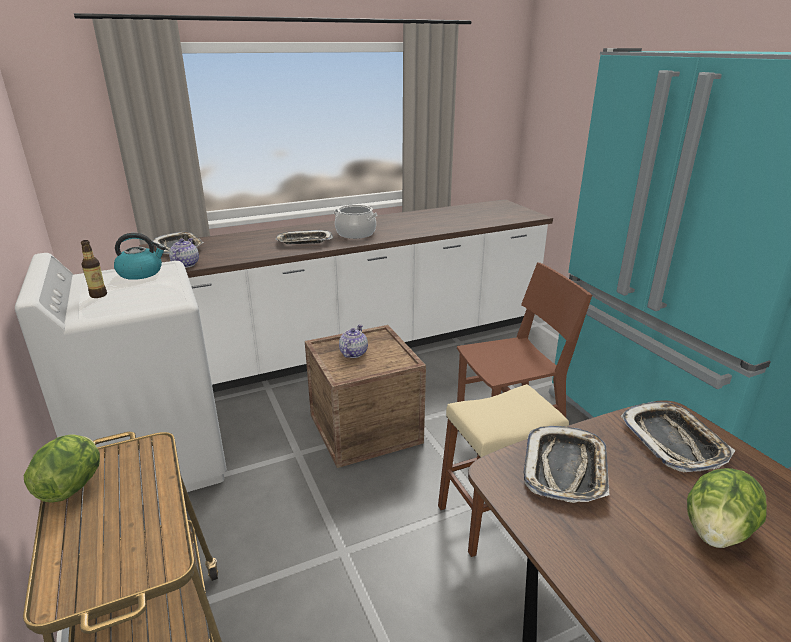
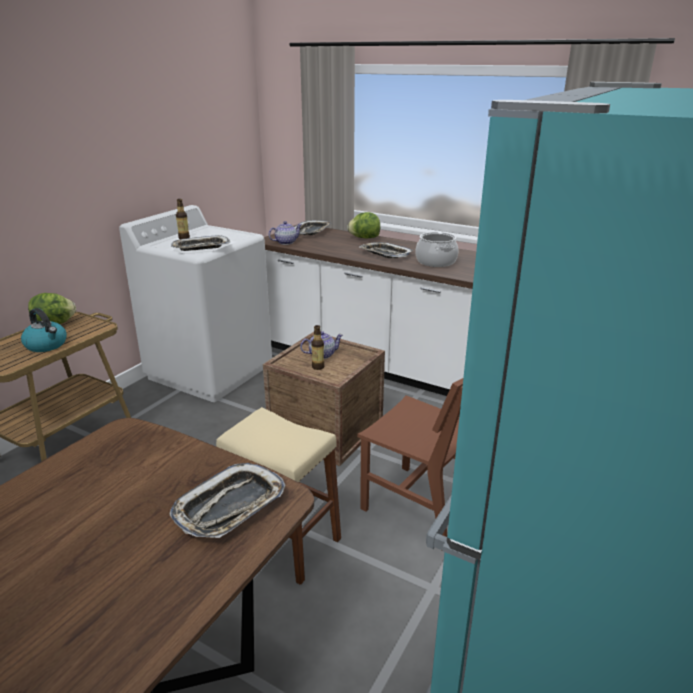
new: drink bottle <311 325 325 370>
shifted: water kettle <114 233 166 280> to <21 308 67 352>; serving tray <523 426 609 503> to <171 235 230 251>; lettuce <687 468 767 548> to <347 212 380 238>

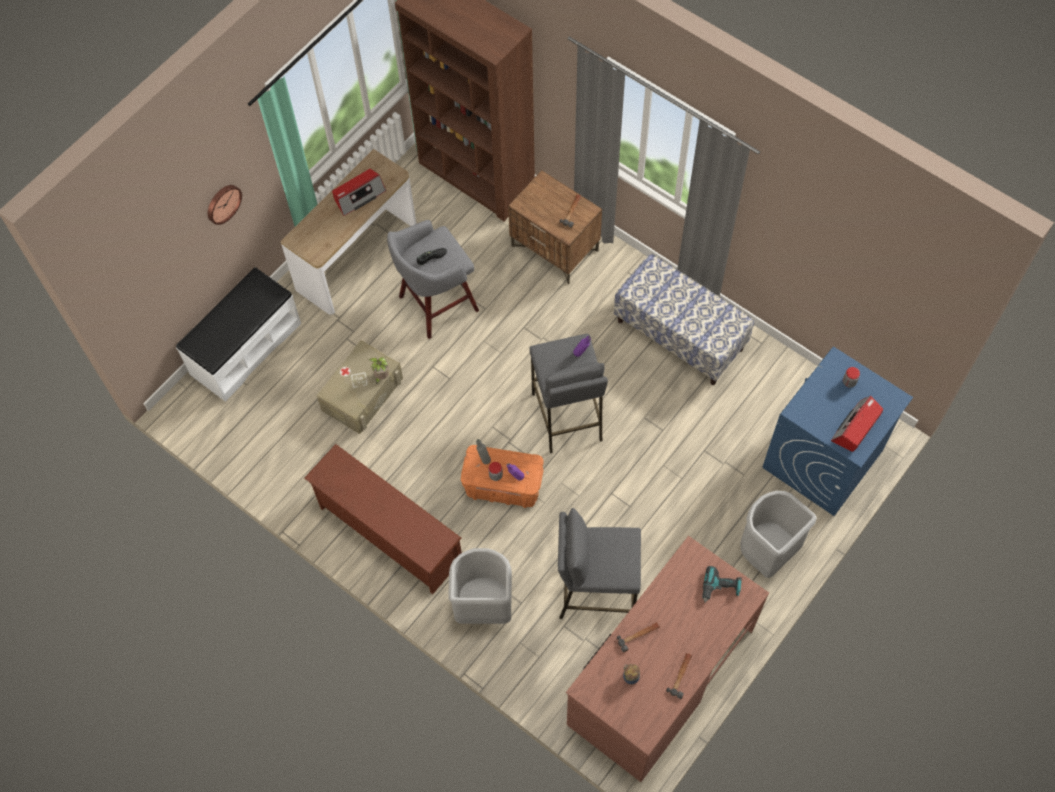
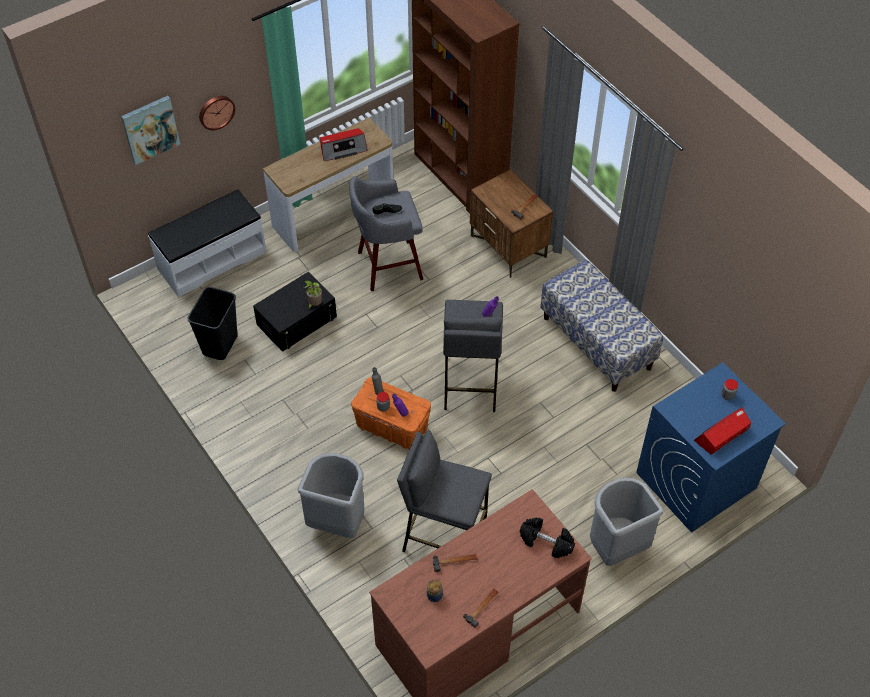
gone: shoe stand/brown-coloured <304 444 462 595>
new: wall art <121 96 180 165>; rubbish bin/blackish <188 287 238 360>
swapped: electric drill <702 566 742 603> to free weight/blackish <520 518 575 558>
repainted: storage container/beige-coloured <317 340 403 434> to storage container/blackish <253 272 337 352>

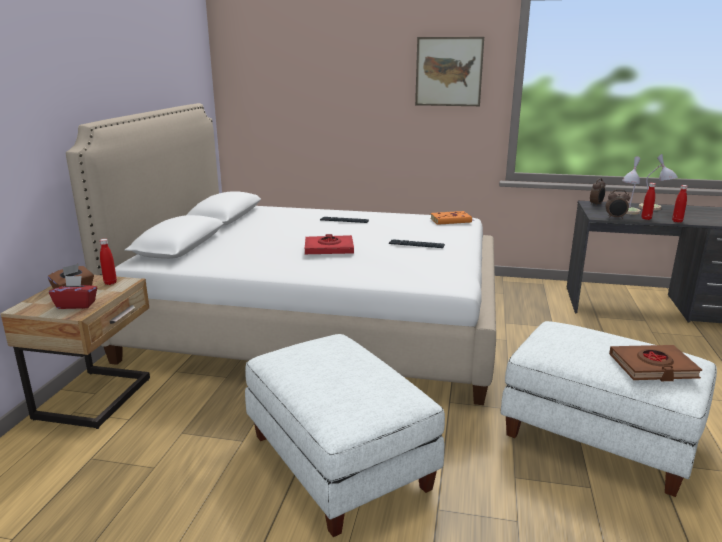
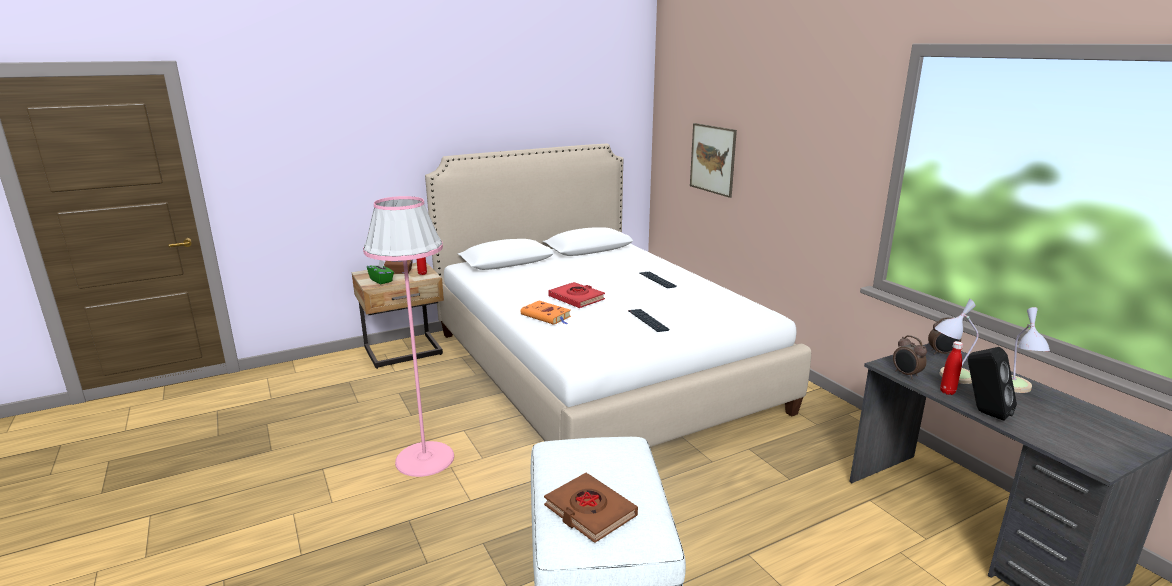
shifted: wall art <415 37 484 106> to <690 123 737 198>; volume/orange-coloured <430 211 472 225> to <521 301 571 325>
swapped: ottoman/white <245 334 445 537> to standing lamp/pink-coloured <363 196 454 477>; drink bottle/red-coloured <672 185 688 223> to loudspeaker/blackish <968 347 1017 421>
repainted: tissue holder/red-coloured <49 276 97 309> to tissue holder/green-coloured <367 260 394 284>

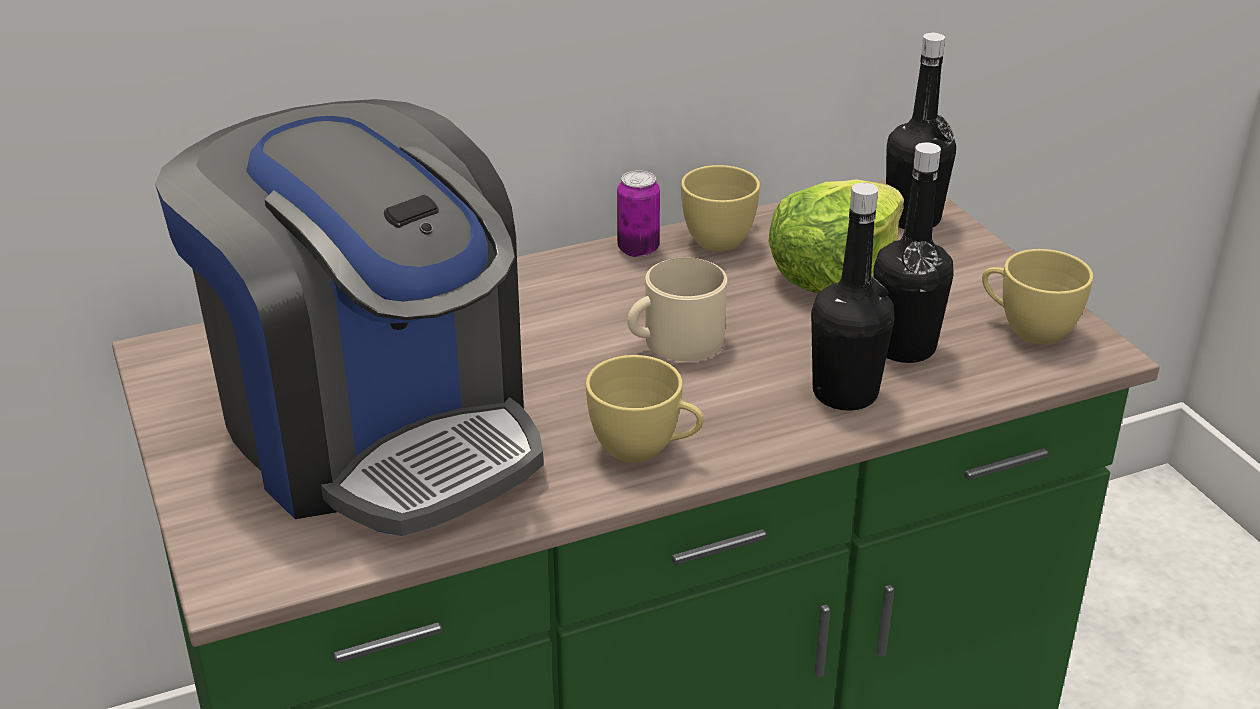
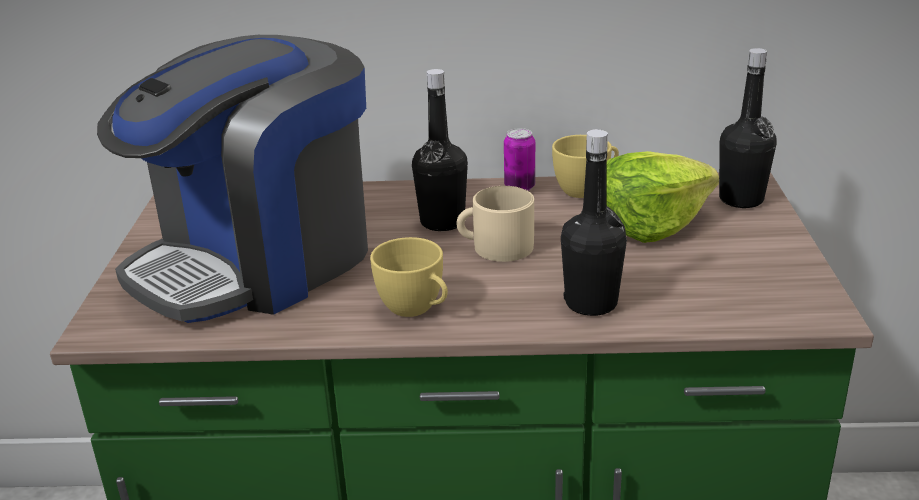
gone: cup/yellow <982 249 1093 344>
shifted: drink bottle/blackish <874 142 954 363> to <412 69 468 231>
rotated: coffee machine <155 99 544 536> = <97 35 368 323> 60 degrees clockwise

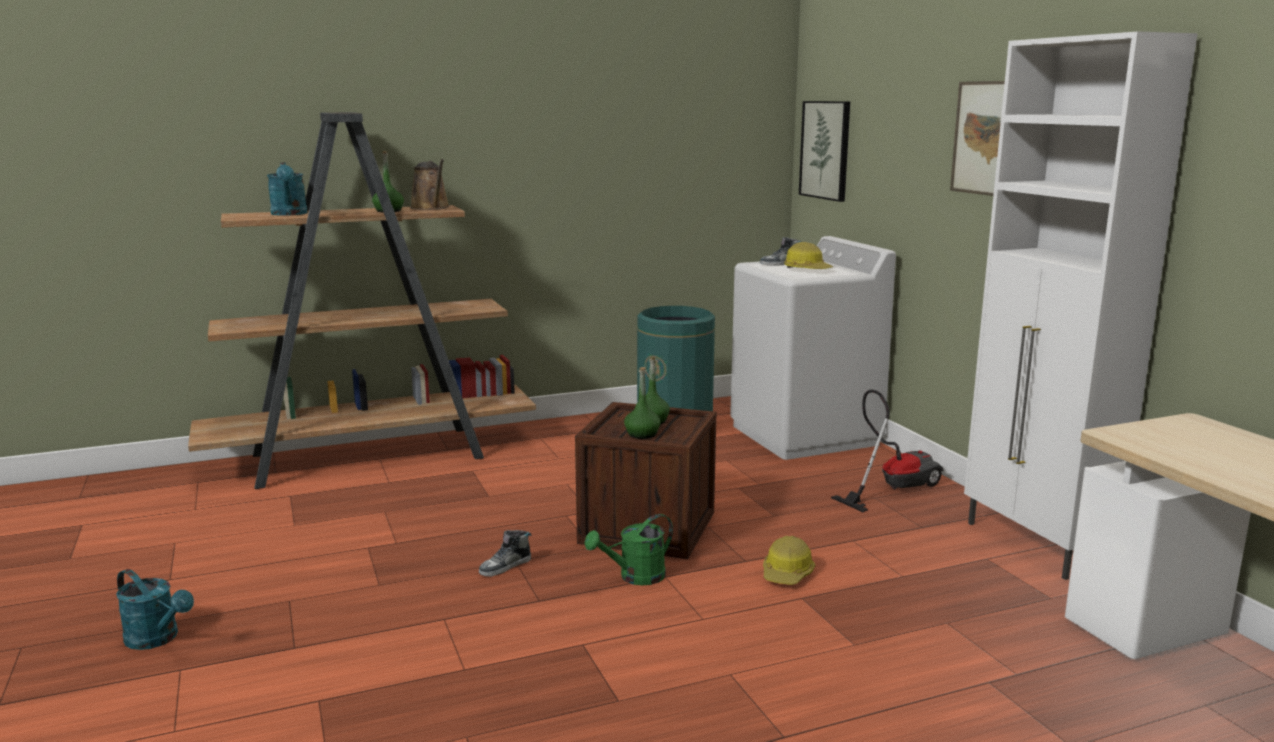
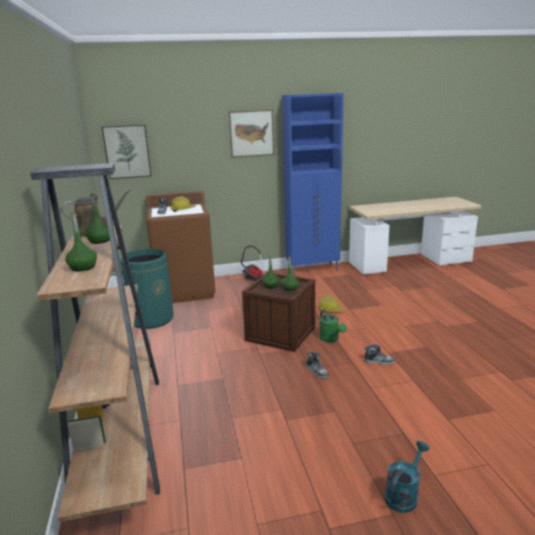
new: shoe <364 344 395 365>
swapped: sprinkling can/turquoise <267 162 308 216> to drink bottle/green-coloured <65 212 97 271>
repainted: laundry appliance/white <730 236 896 460> to laundry appliance/brown-coloured <146 191 216 303>; cabinet/white <964 31 1198 580> to cabinet/blue <282 93 344 276>

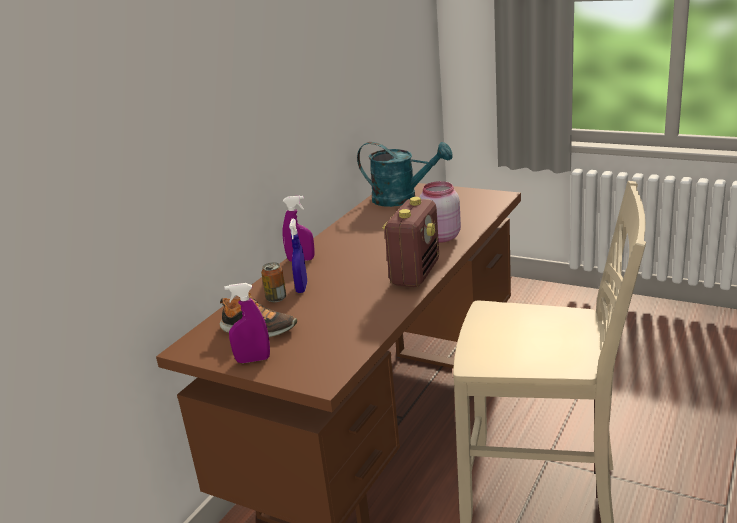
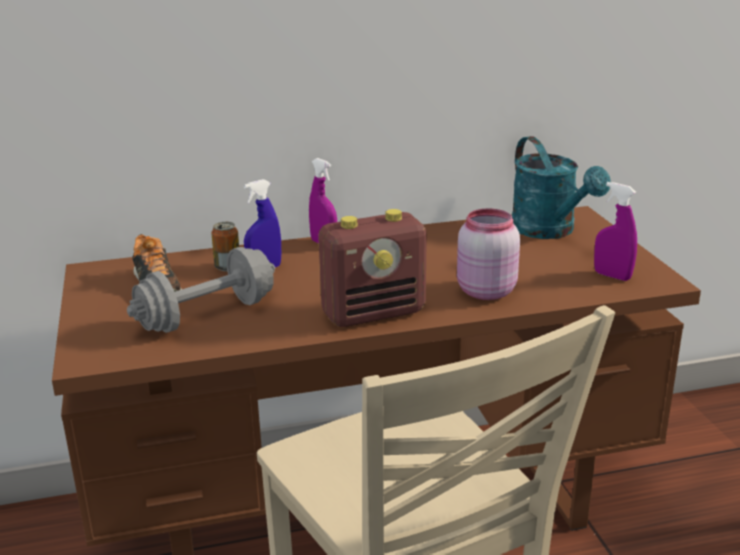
new: free weight/greyish <127 247 275 333>
shifted: hand sprayer/purple <224 283 270 363> to <594 182 637 281>

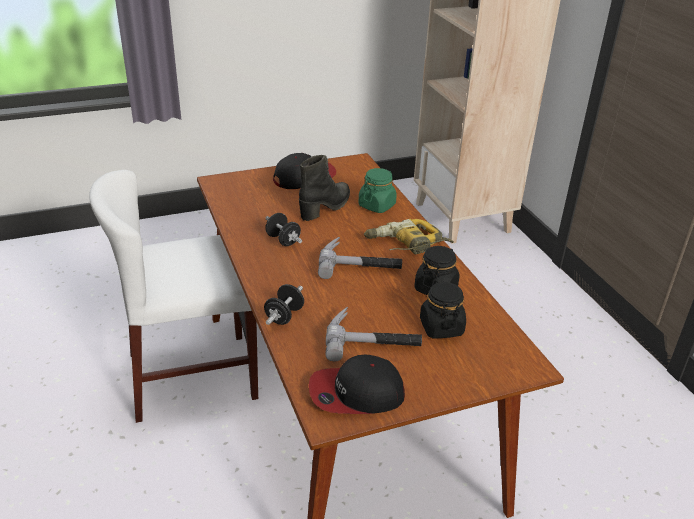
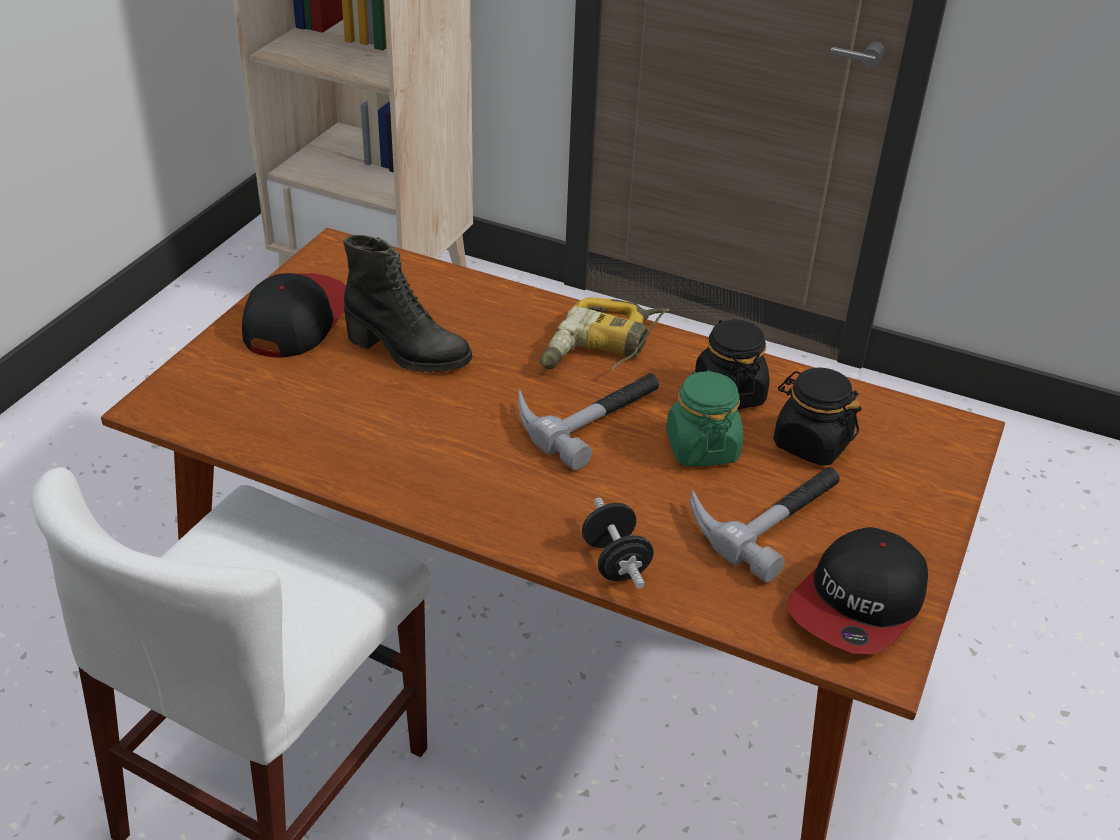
gone: free weight/blackish <265 213 302 246>
shifted: jar/green-coloured <358 168 397 213> to <666 370 743 467>
rotated: tall boot/blackish <299 155 350 221> = <343 235 472 372> 120 degrees clockwise

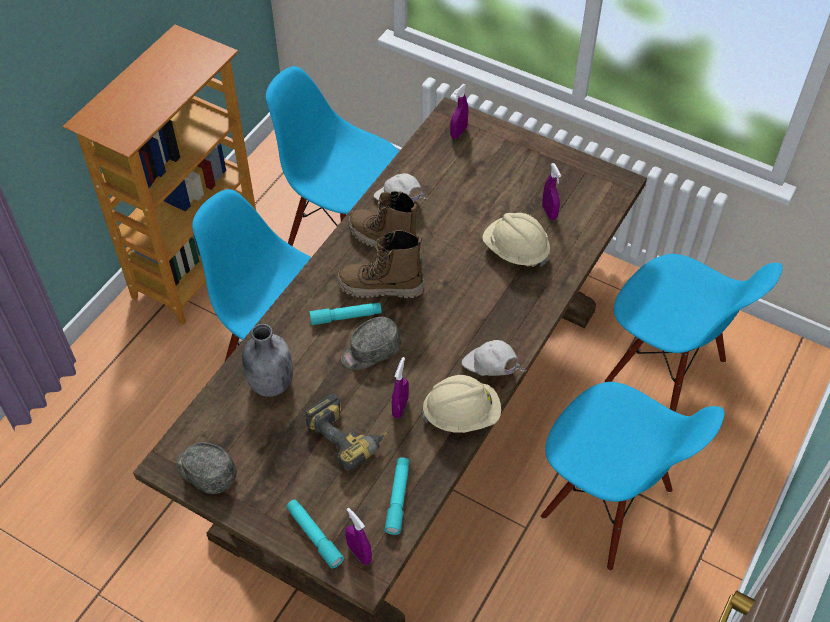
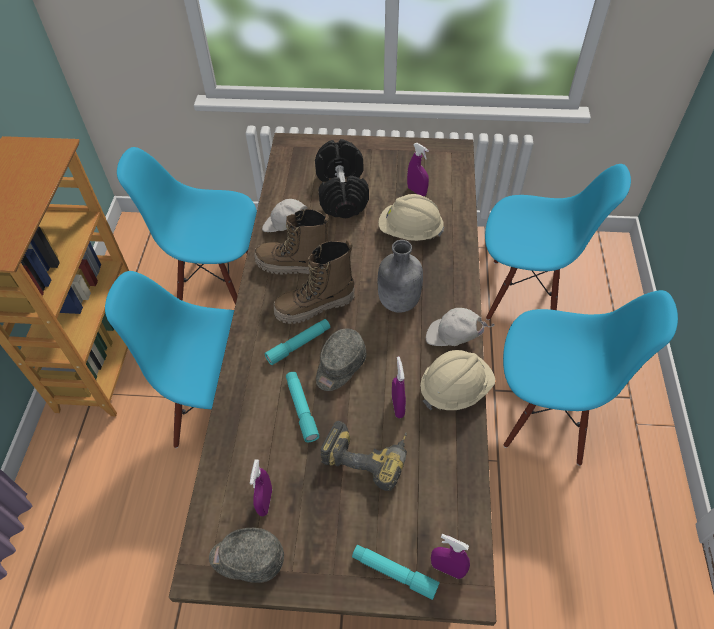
new: free weight/blackish <315 139 369 218>
shifted: drink bottle/greyish <242 324 293 397> to <378 240 423 313>; flashlight/turquoise <385 457 409 535> to <286 372 320 442>; hand sprayer/purple <450 84 469 139> to <250 459 272 516>

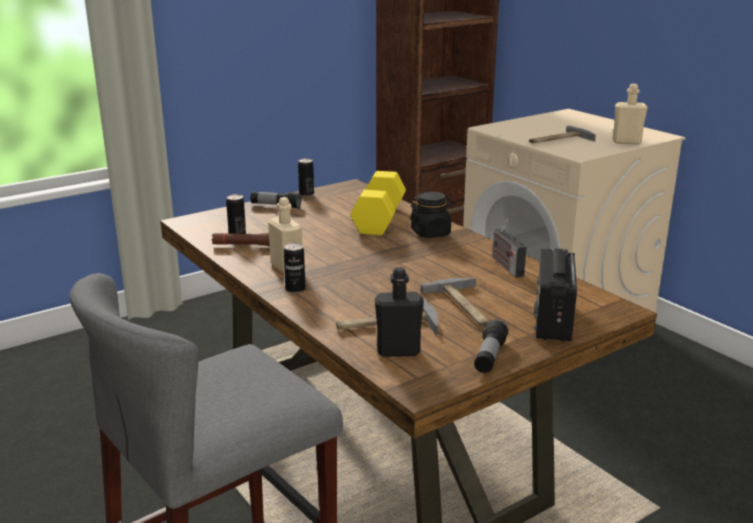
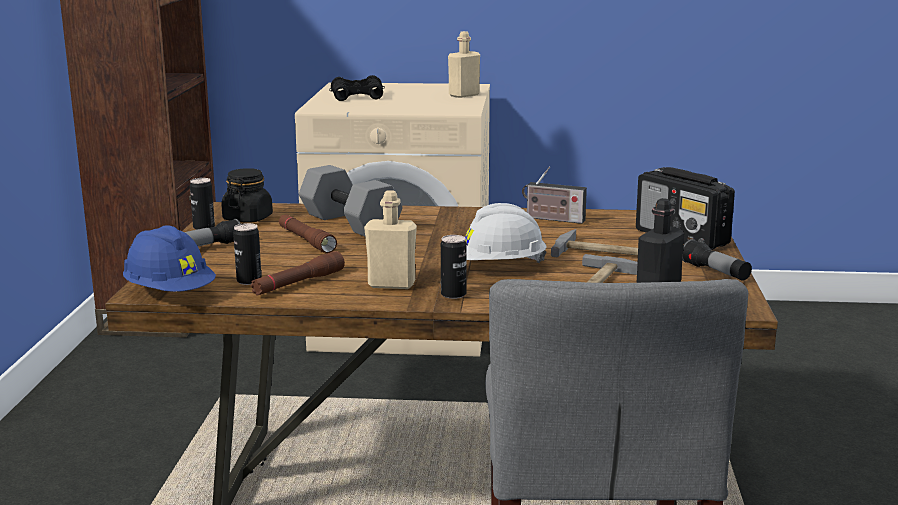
gone: tool hammer <529 125 596 144>
new: safety helmet/blue <123 225 216 292>; flashlight/brown-coloured <279 215 337 253>; binoculars/blackish <329 75 385 101>; safety helmet/white <465 203 547 263>
shifted: jar/blackish <410 192 454 238> to <221 168 273 223>
repainted: free weight/yellow <350 171 406 235> to free weight/greyish <299 165 402 237>

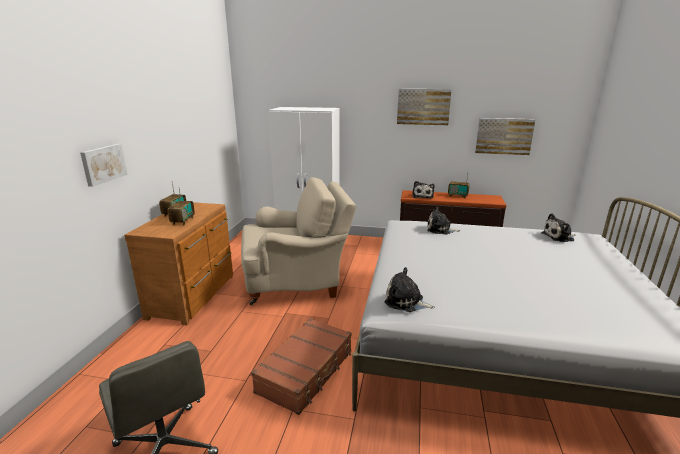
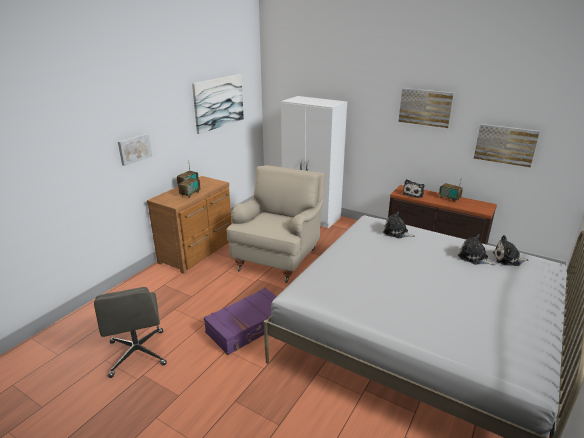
new: wall art <192 74 244 134>
shifted: plush toy <384 267 435 312> to <458 234 495 265>
repainted: travel case/brown-coloured <251 318 351 415> to travel case/purple <204 288 277 355>
rotated: armchair/beige-coloured <241 177 356 305> = <227 165 326 283> 75 degrees counterclockwise

